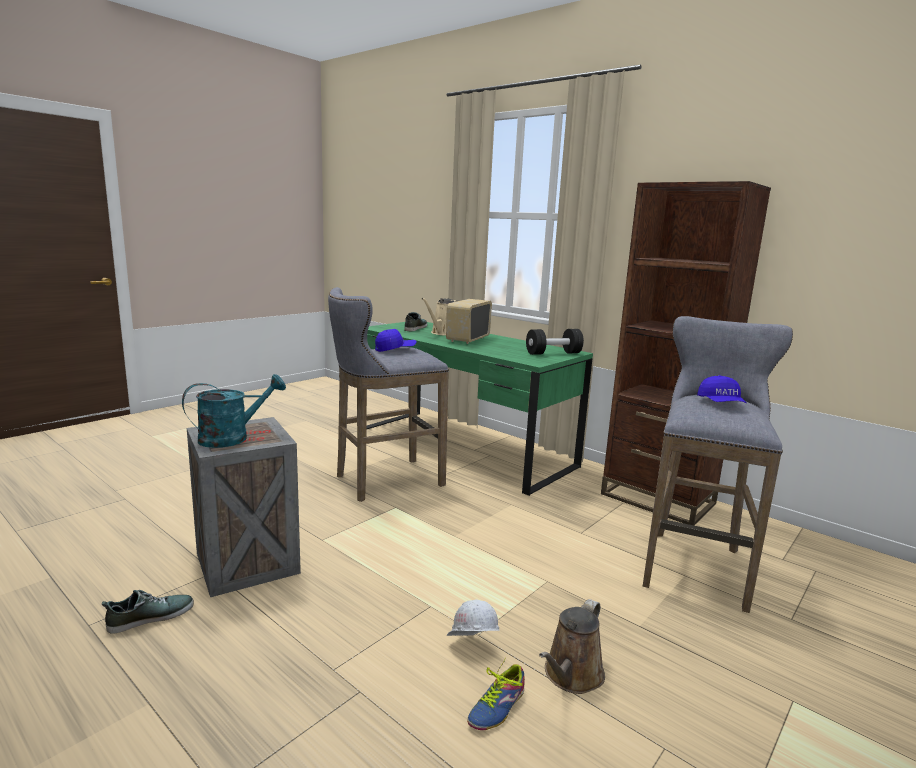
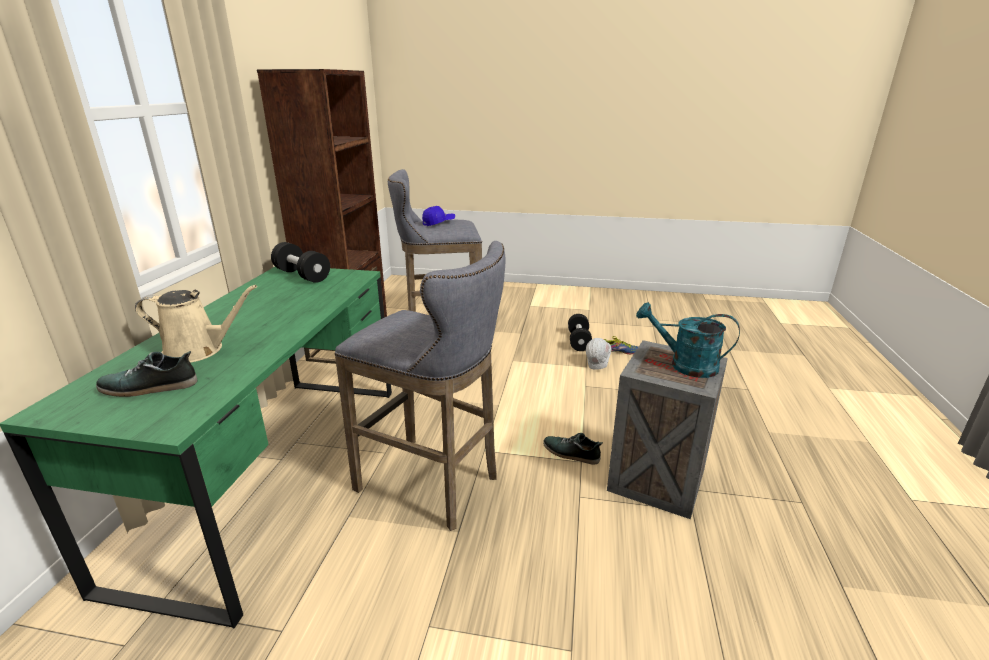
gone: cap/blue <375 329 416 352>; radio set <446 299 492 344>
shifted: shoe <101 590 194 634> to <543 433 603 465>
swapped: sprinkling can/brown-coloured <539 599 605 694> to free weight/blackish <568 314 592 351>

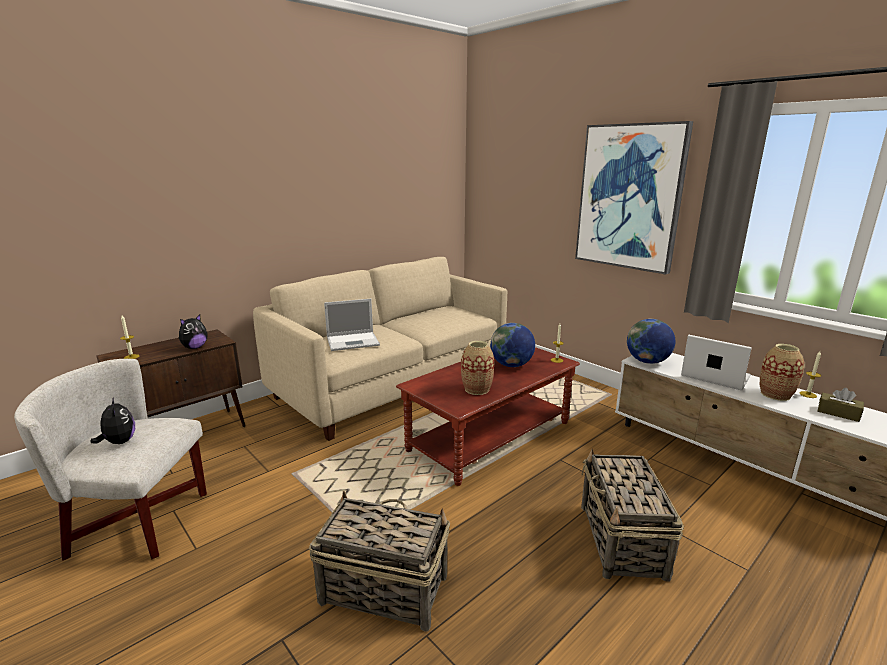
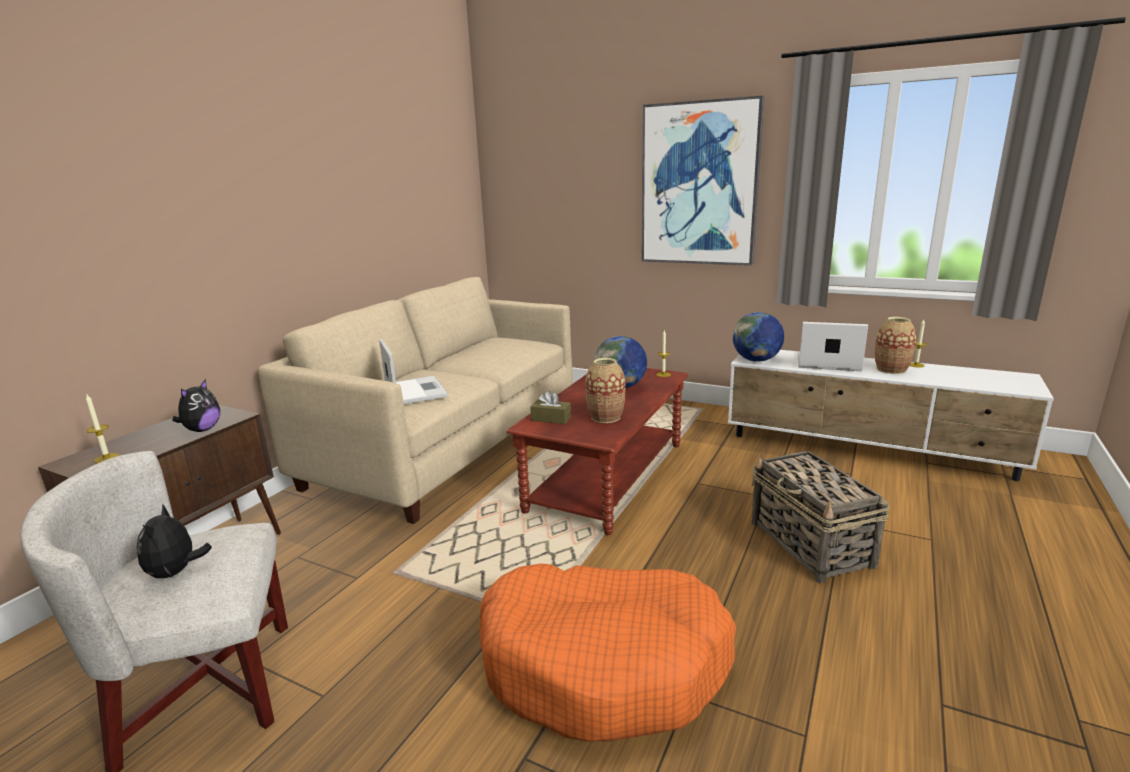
shifted: tissue holder/brown-coloured <818 388 864 422> to <530 390 571 424>
swapped: household basket <309 491 450 632> to dog bed/orange-coloured <479 564 736 742>
rotated: plush toy <91 397 135 444> = <137 504 212 578> 135 degrees counterclockwise; notebook computer <324 299 380 351> = <379 339 448 404> 75 degrees counterclockwise

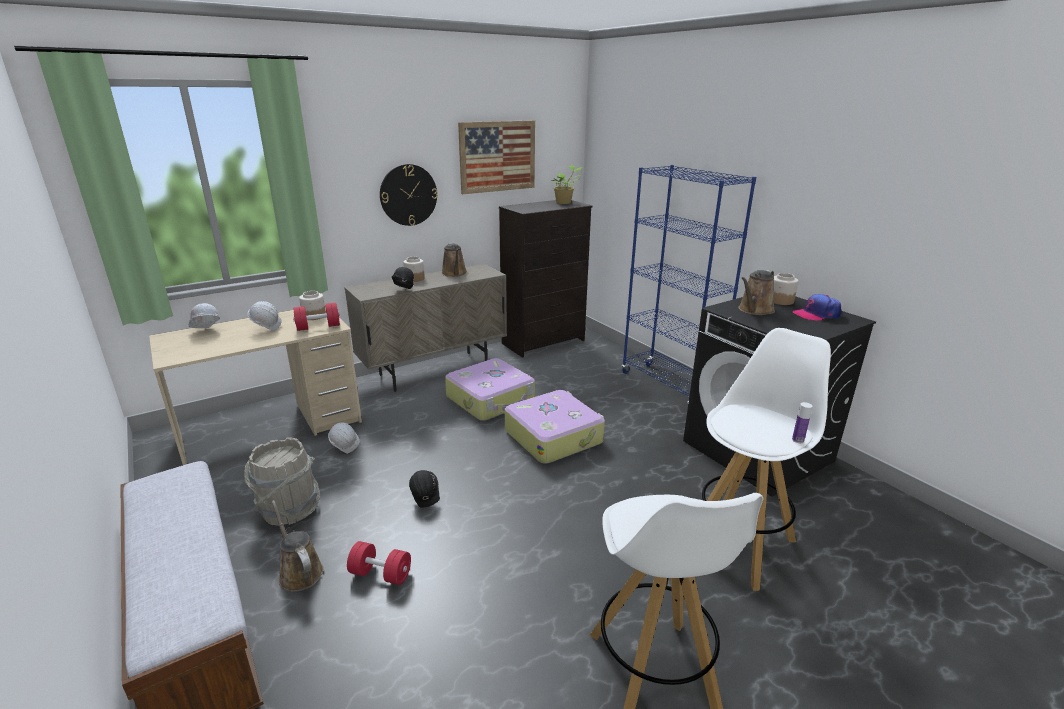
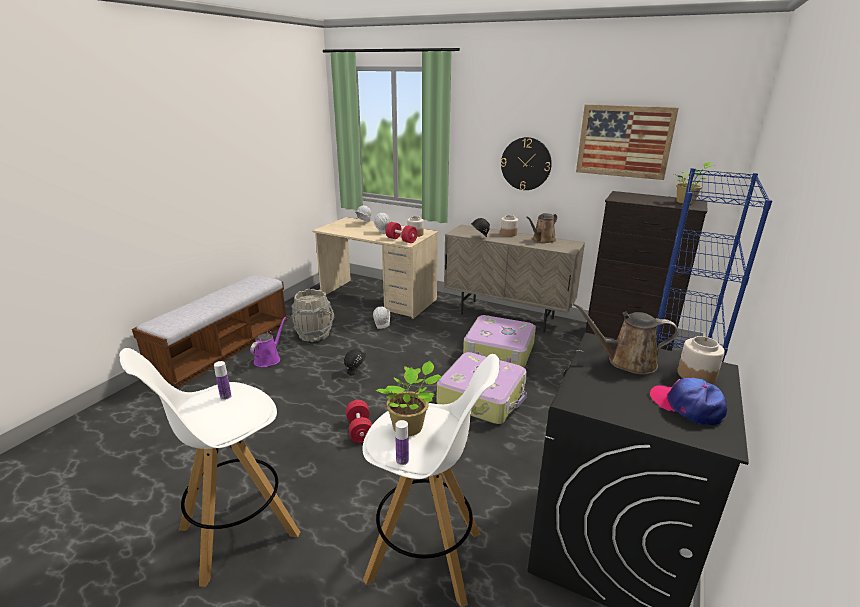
new: drink bottle <214 361 232 400>; plant in a pot <375 361 442 436>
shifted: free weight/red-coloured <347 541 411 585> to <346 400 372 443>
repainted: sprinkling can/brown-coloured <272 500 324 592> to sprinkling can/purple <250 317 286 367>

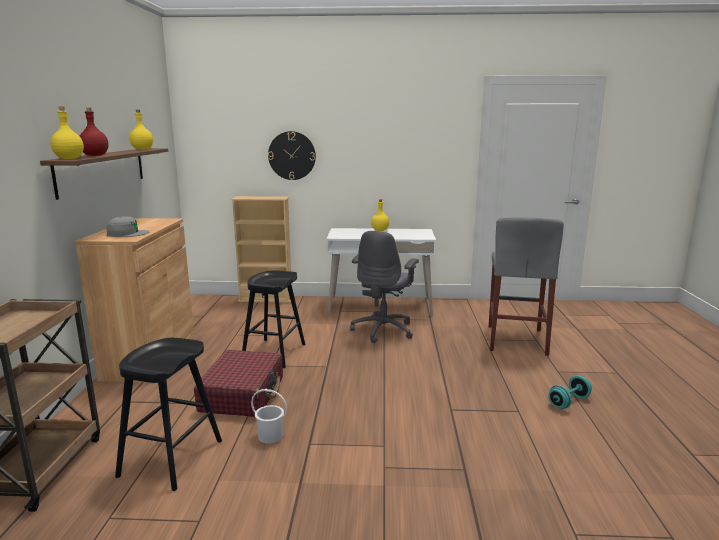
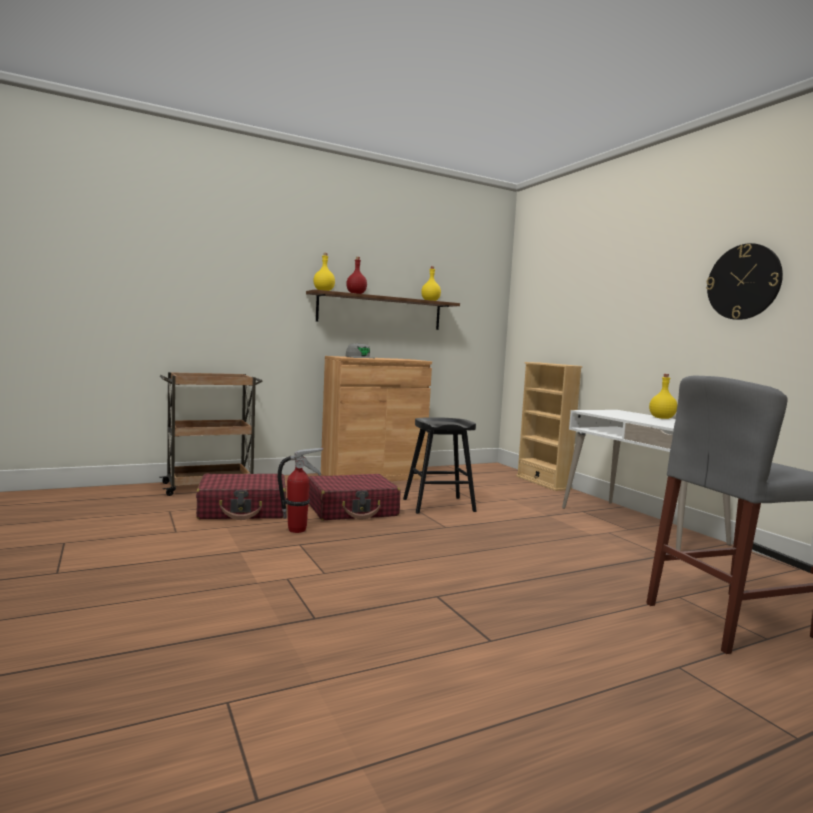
gone: office chair/greyish <350 231 419 343>; free weight/turquoise <548 375 592 409>
shifted: wall clock <268 131 316 180> to <706 243 783 320>
swapped: stool/blackish <115 338 222 491> to travel case/red-coloured <196 473 286 520>; water bucket/white <251 389 287 444> to extinguisher <278 447 323 533>

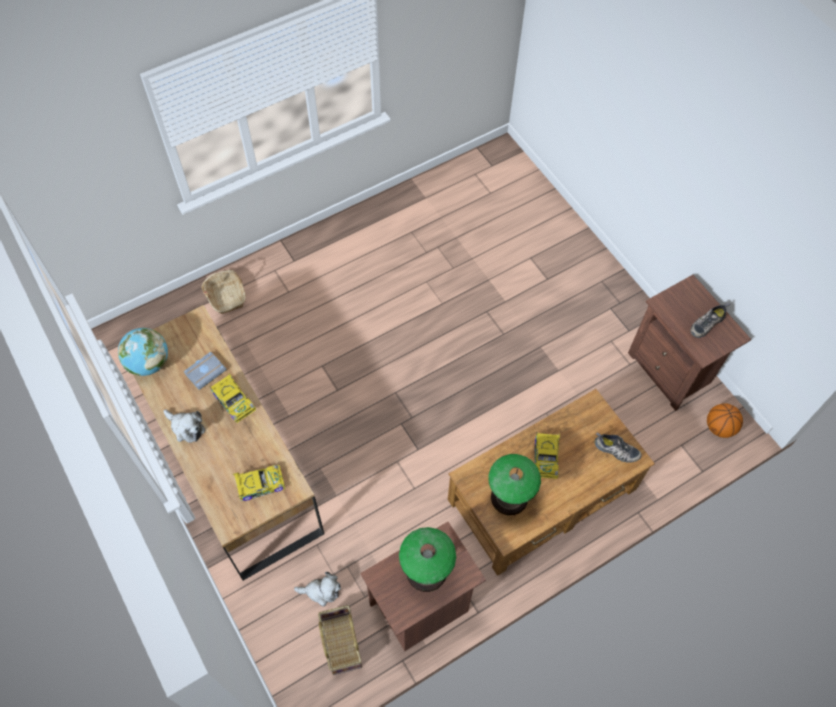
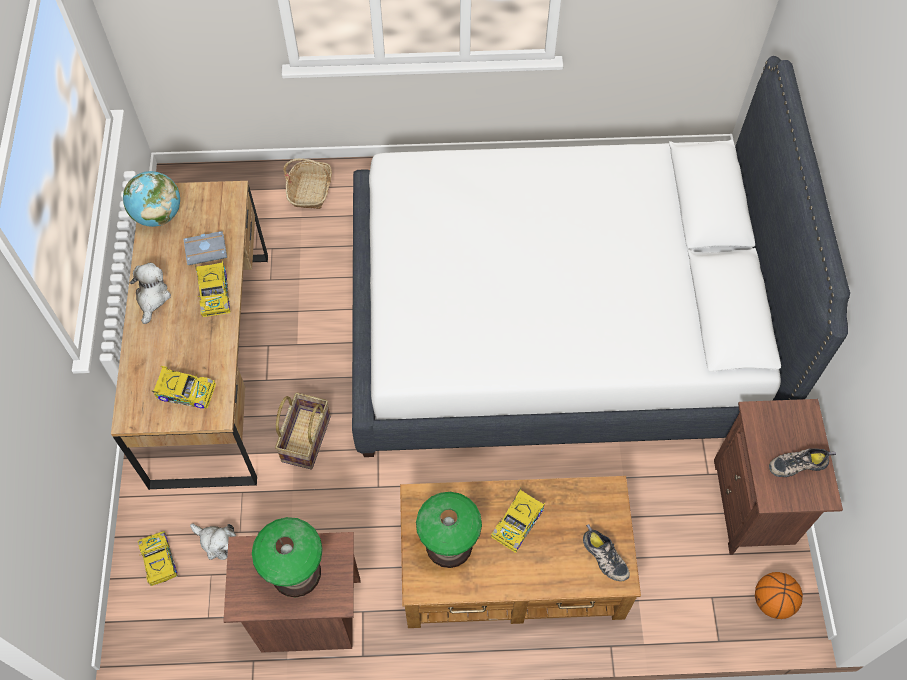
new: toy car <138 531 178 586>; bed/white <352 56 850 457>
shifted: household basket <318 605 362 675> to <275 393 331 469>
rotated: plush toy <164 409 205 443> = <130 263 171 324> 150 degrees counterclockwise

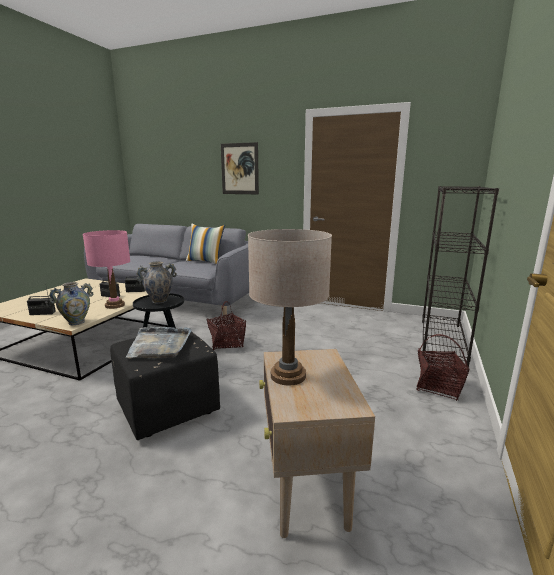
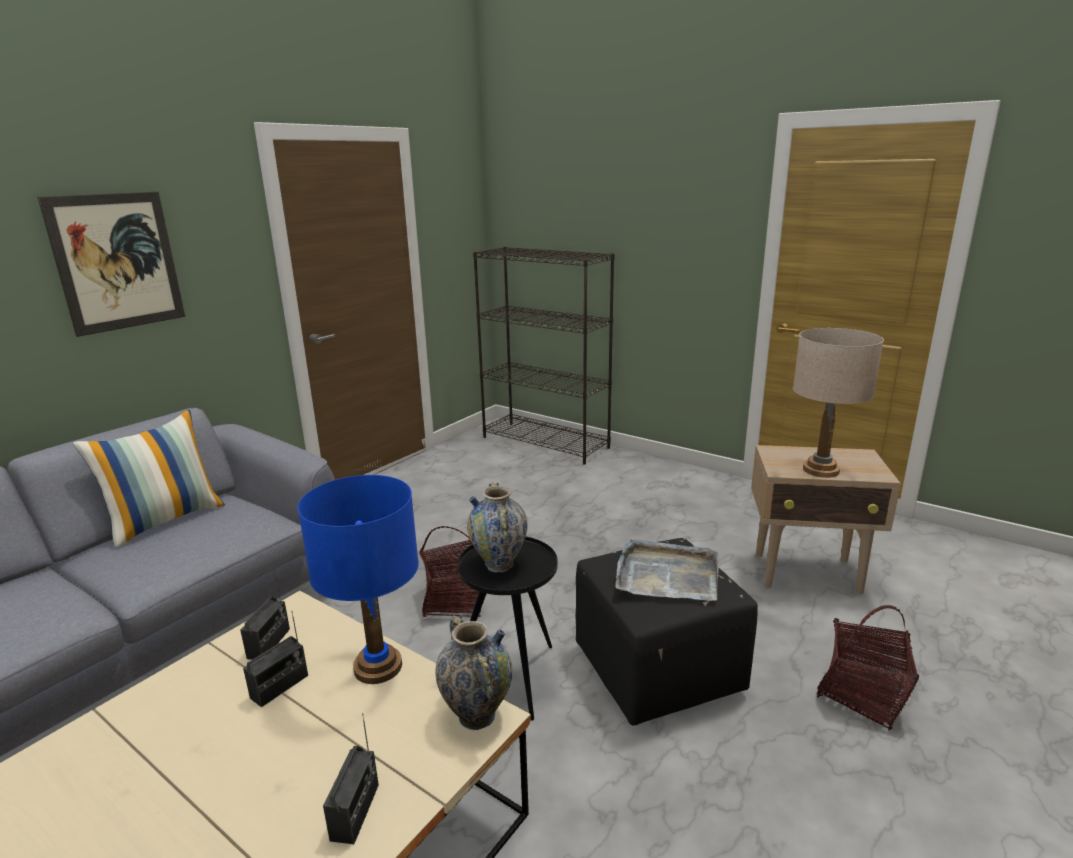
shifted: household basket <416 334 469 401> to <817 605 919 730>
repainted: table lamp/pink-coloured <83 230 130 309> to table lamp/blue <297 475 419 684>

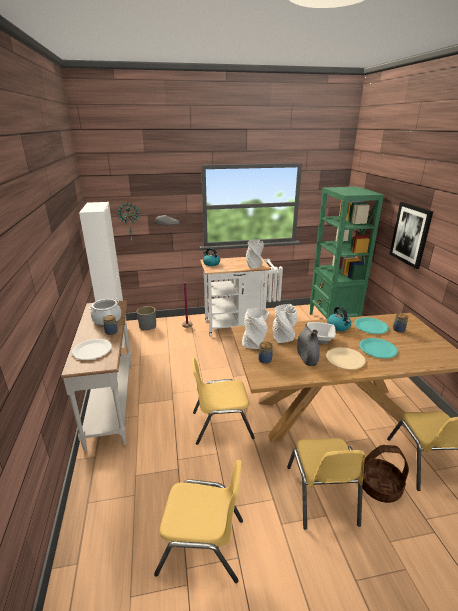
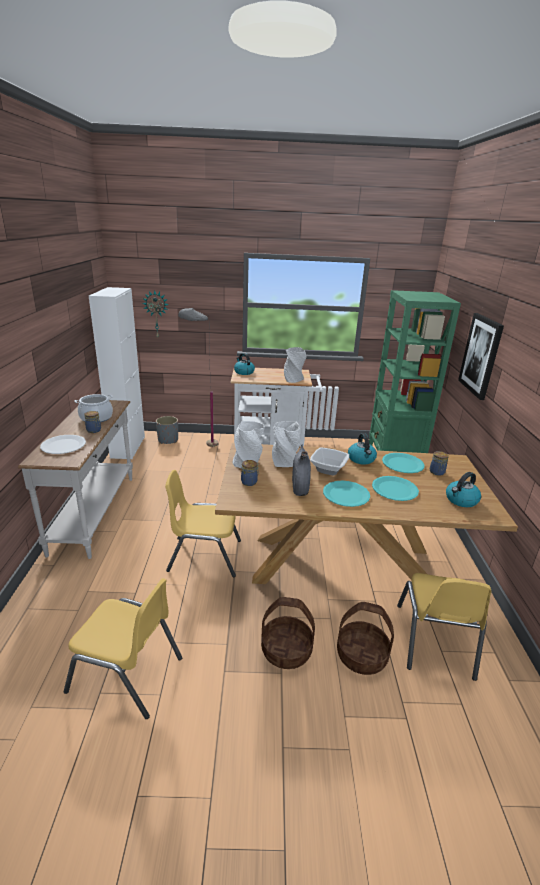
new: water kettle <446 472 481 507>
swapped: plain chair/yellow <287 438 365 530> to household basket <261 597 315 669>
repainted: dinner plate/beige-coloured <326 347 366 370> to dinner plate/turquoise <323 481 370 507>

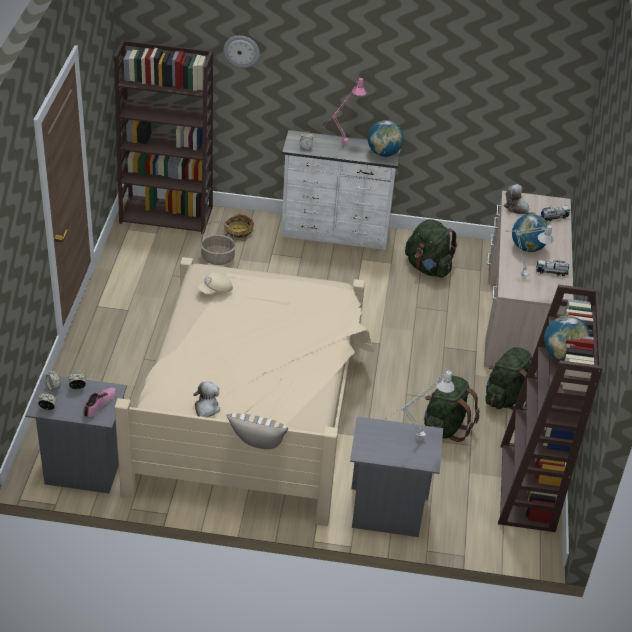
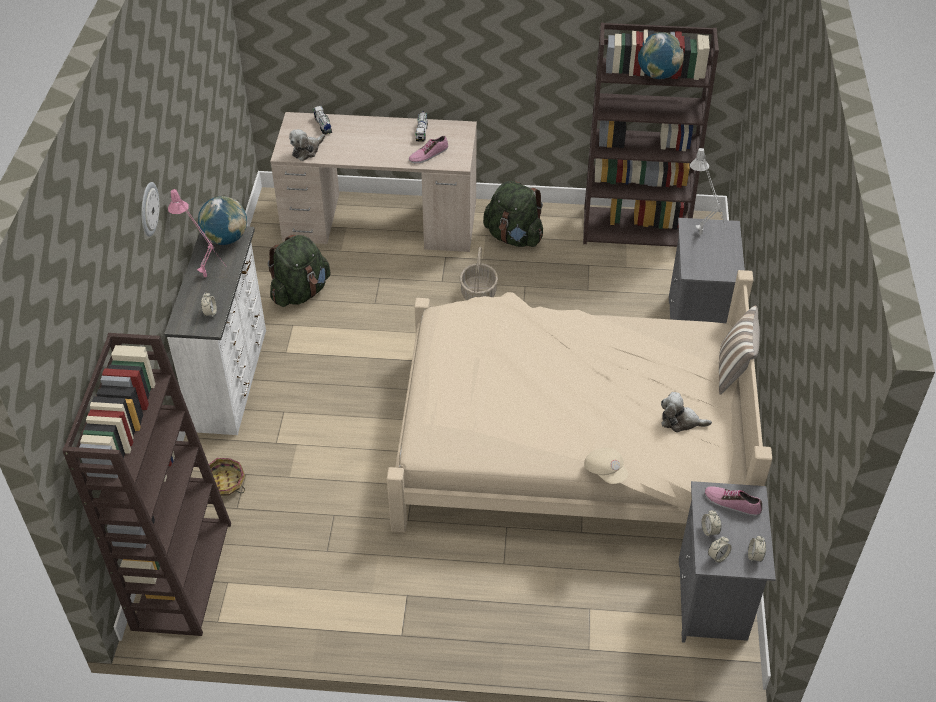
gone: knapsack/green-coloured <424 376 480 442>; globe <512 214 548 252>
shifted: cap/beige-coloured <198 272 233 294> to <584 448 628 484>; household basket <200 221 236 265> to <460 247 498 300>; wall clock <224 36 260 68> to <141 182 159 237>
swapped: table lamp/greyish <509 224 554 276> to shoe <409 136 448 164>

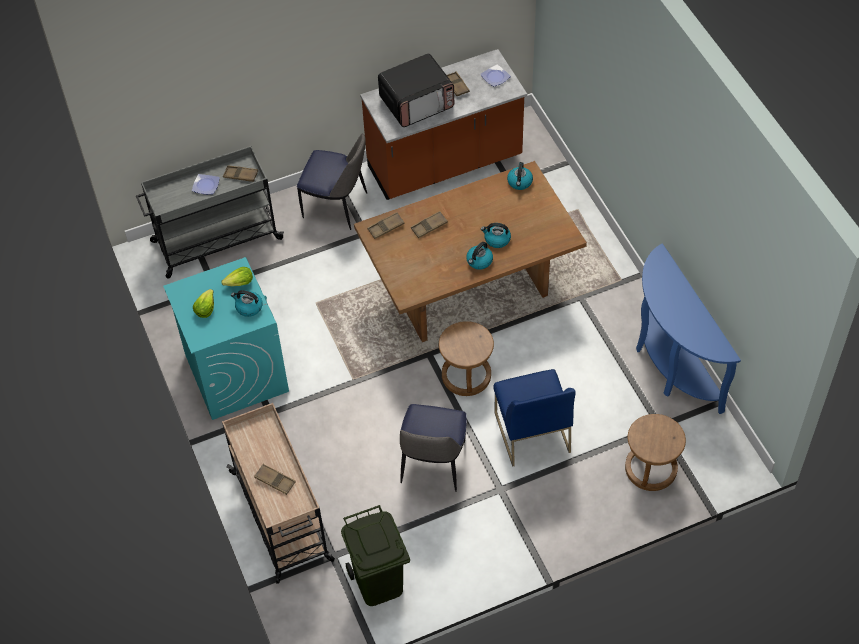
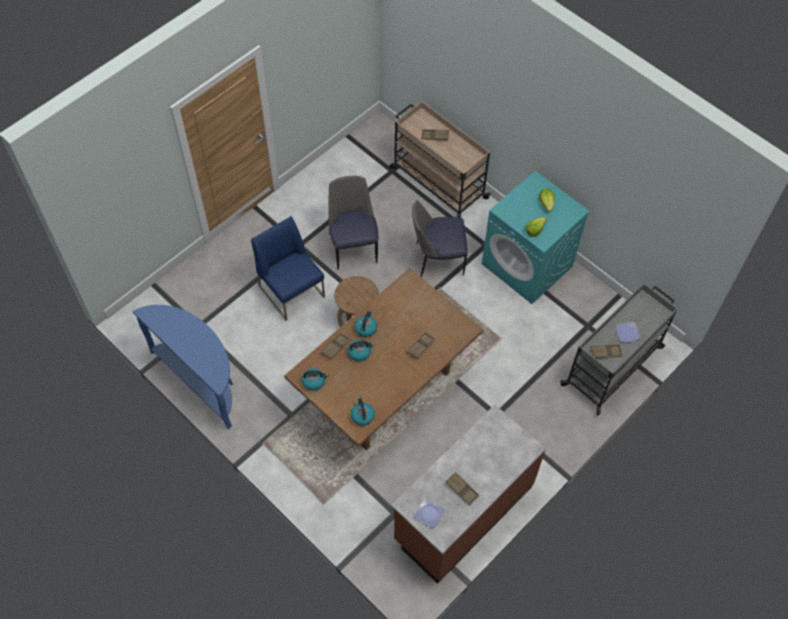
gone: rubbish bin/green-coloured <341 505 410 606>; microwave <378 54 454 127>; stool/brown-coloured <625 414 686 491>
shifted: water kettle <231 290 263 317> to <302 368 329 391>; plain chair <297 133 367 230> to <412 200 468 278>; serving tray/brown-coloured <367 212 405 239> to <321 332 350 360>

